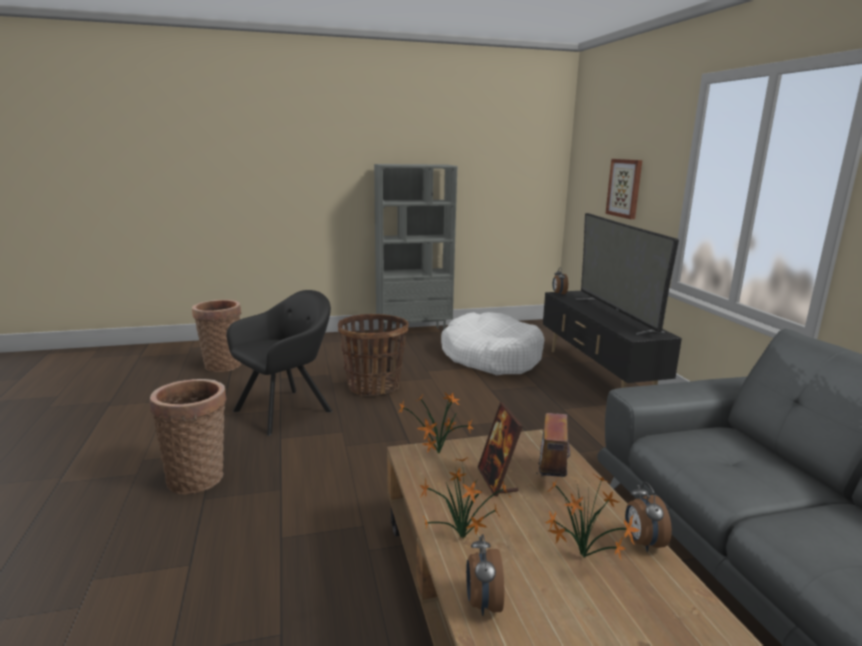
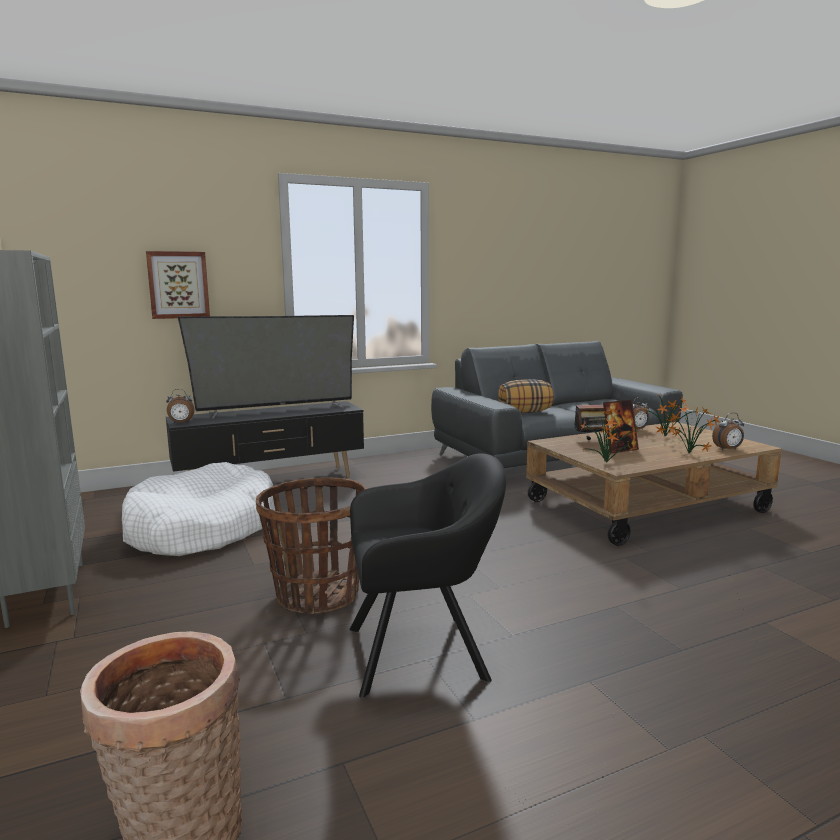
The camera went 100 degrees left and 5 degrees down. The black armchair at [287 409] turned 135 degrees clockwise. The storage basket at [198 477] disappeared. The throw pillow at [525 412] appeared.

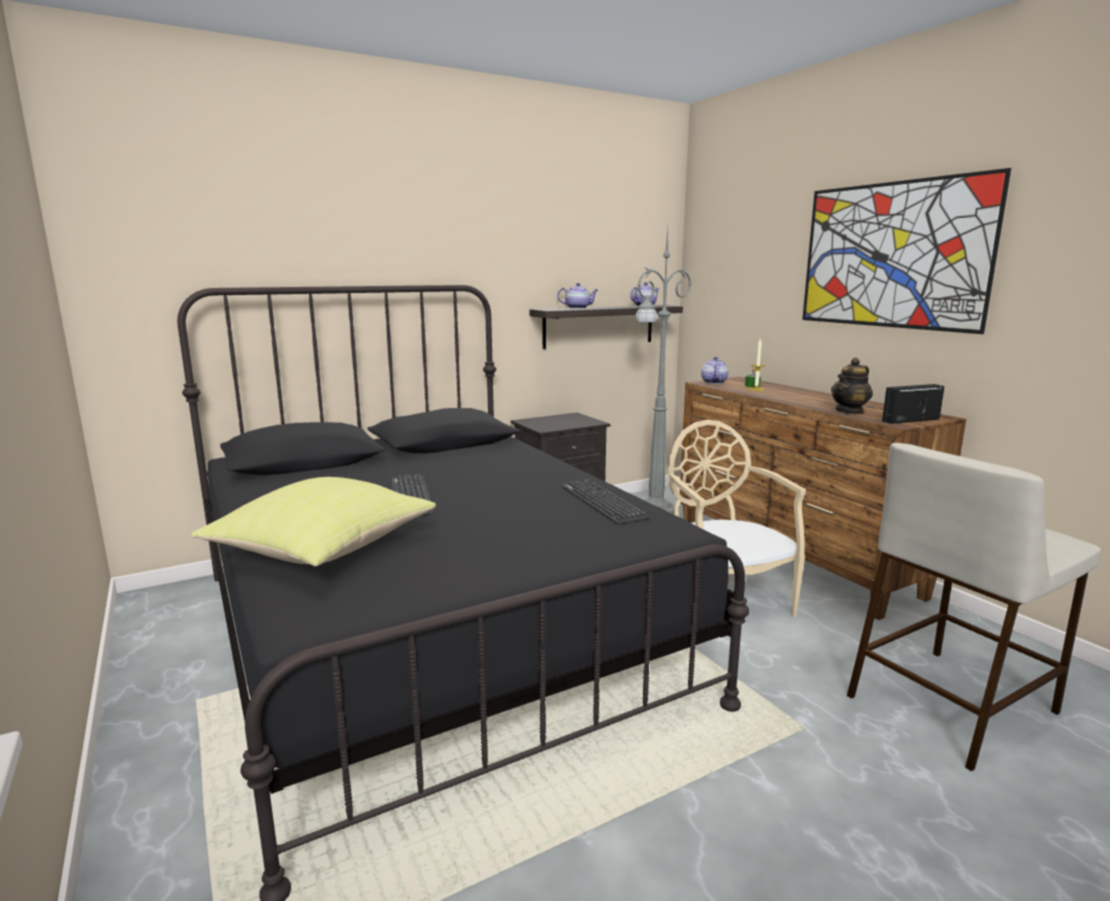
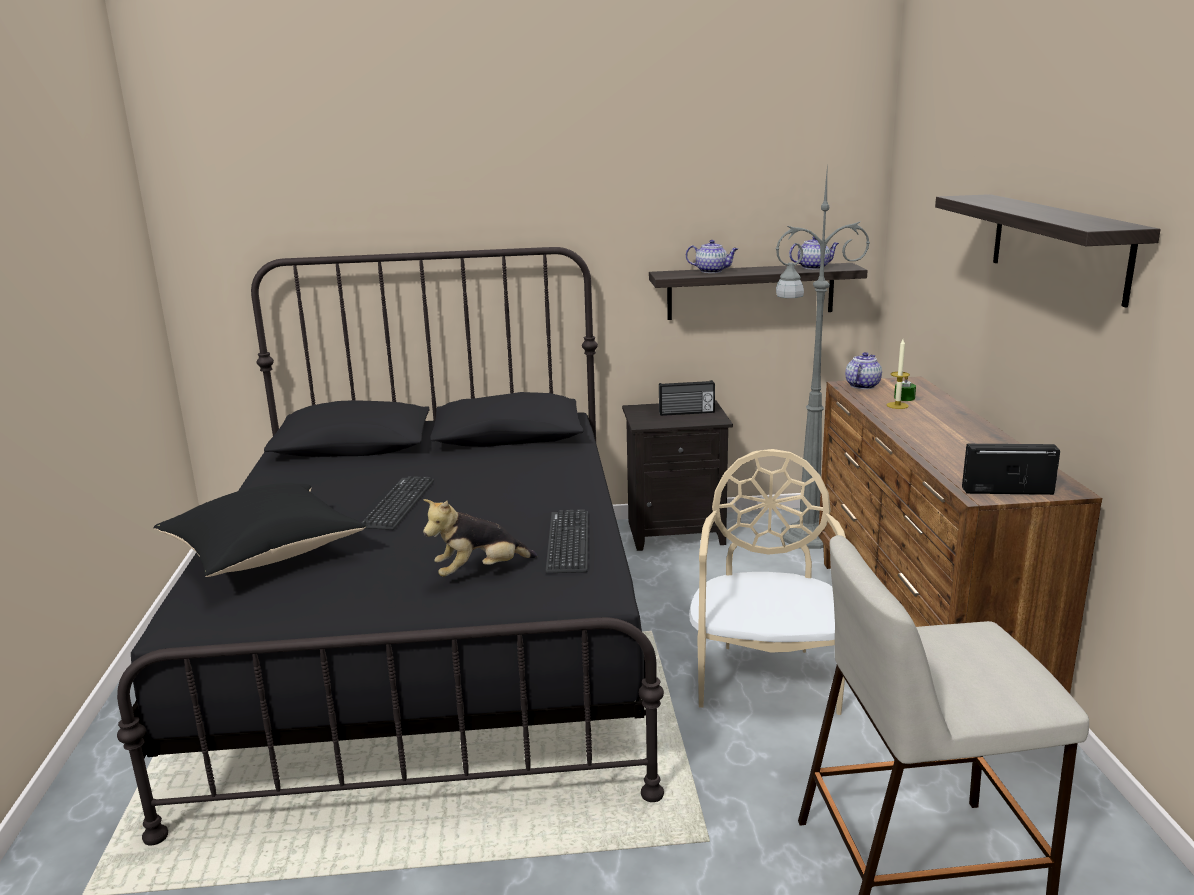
The camera went 25 degrees right and 5 degrees up. The wall picture at [891 255] was replaced by the shelf at [1058 245]. The tea pot at [850 411] disappeared. The yellowish throw pillow at [324 552] became the black throw pillow at [264 557]. The radio set at [686 412] appeared. The cuddly toy at [479 572] appeared.

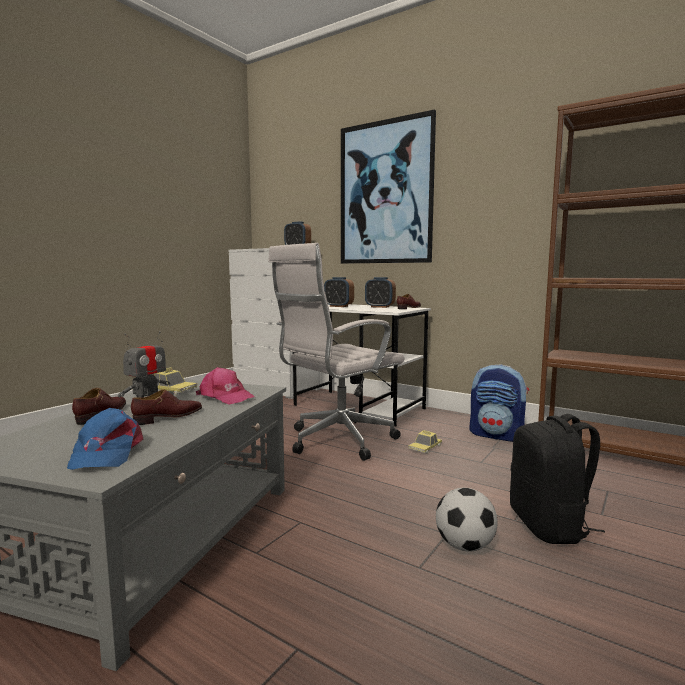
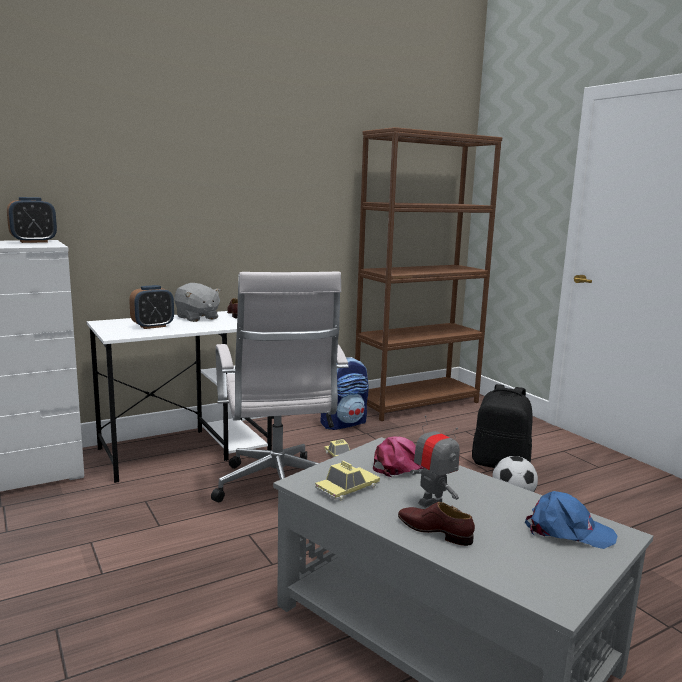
The camera went 65 degrees left and 5 degrees up. The wall picture at [385 193] disappeared. The alarm clock at [380 307] was replaced by the grey cuddly toy at [197 318]. The brown shoe at [169 417] disappeared.

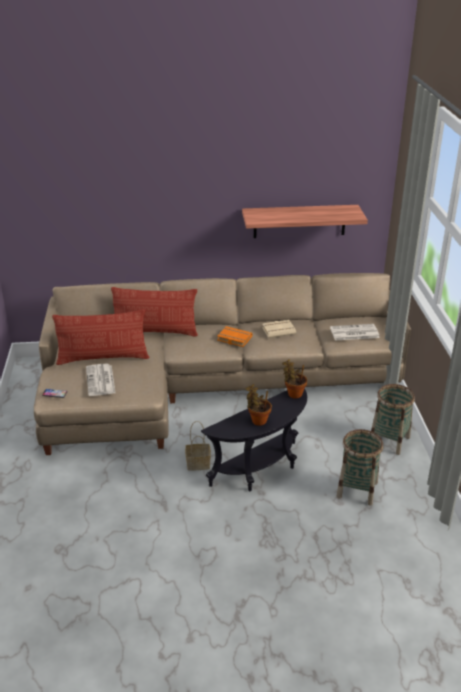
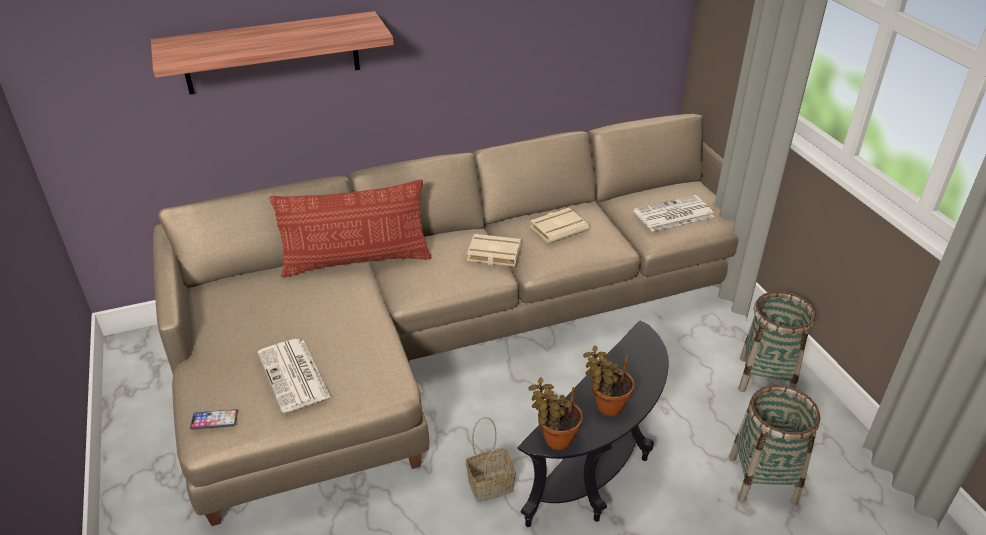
The camera went 15 degrees left and 5 degrees up. The shelf moved from [299 221] to [272 53]. The throw pillow at [103 358] disappeared. The orange-coloured bound book at [233 339] became the sand-coloured bound book at [492 254]. The plant in a pot moved from [293 394] to [554 439].

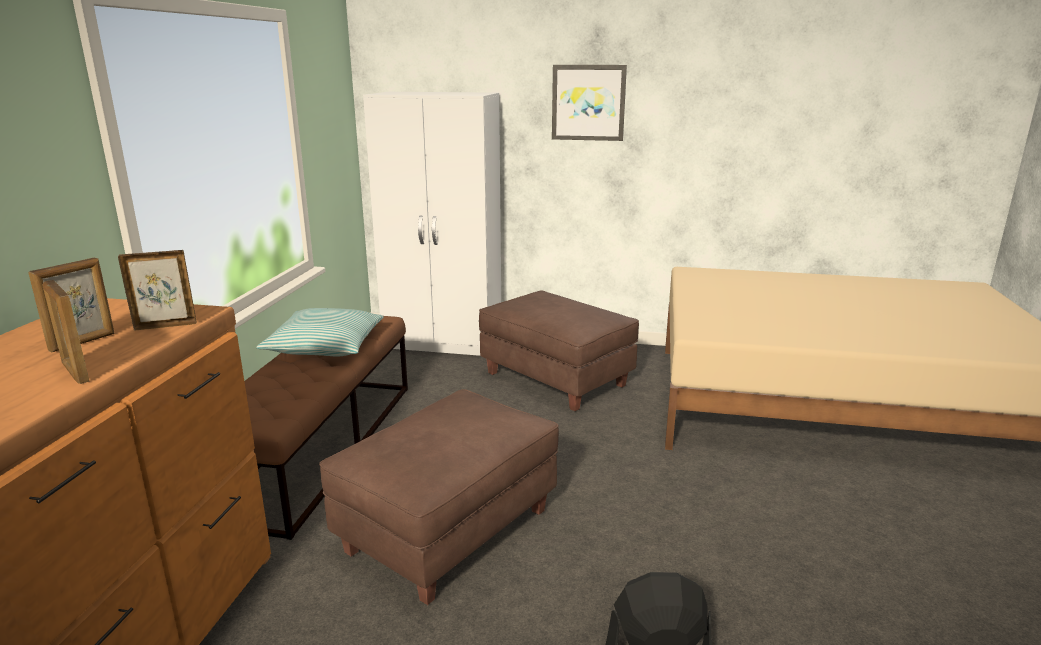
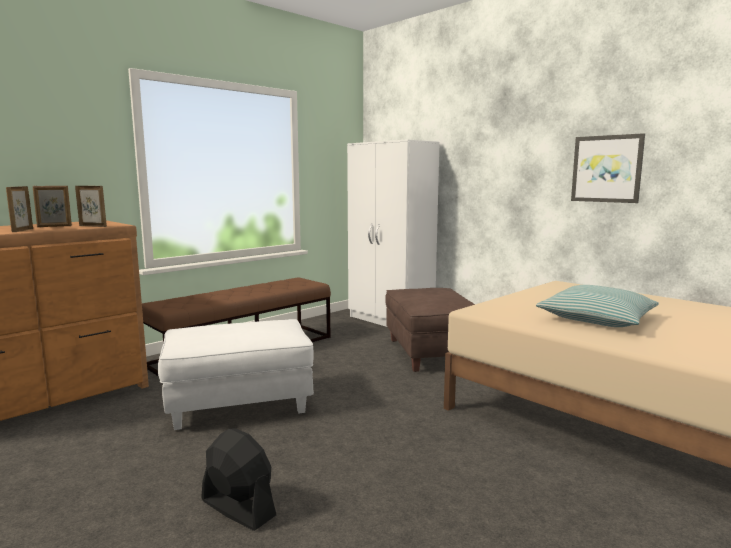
The camera went 35 degrees right and 10 degrees down. The wall picture moved from [588 102] to [607 169]. The throw pillow moved from [325 345] to [597 318]. The brown footrest at [448 531] became the white footrest at [239 404].

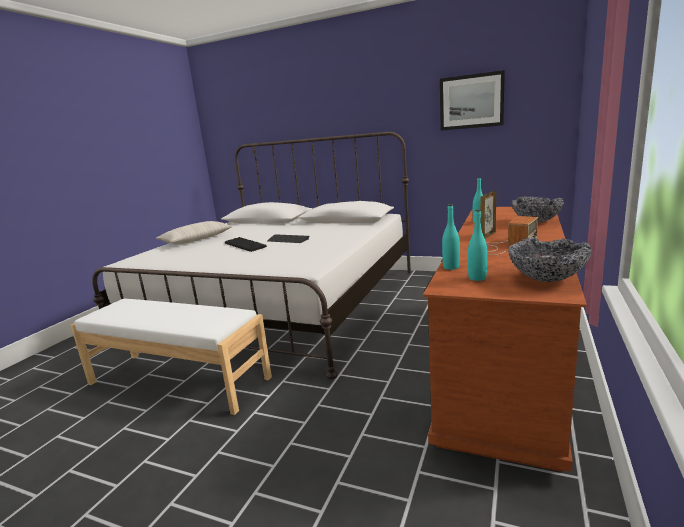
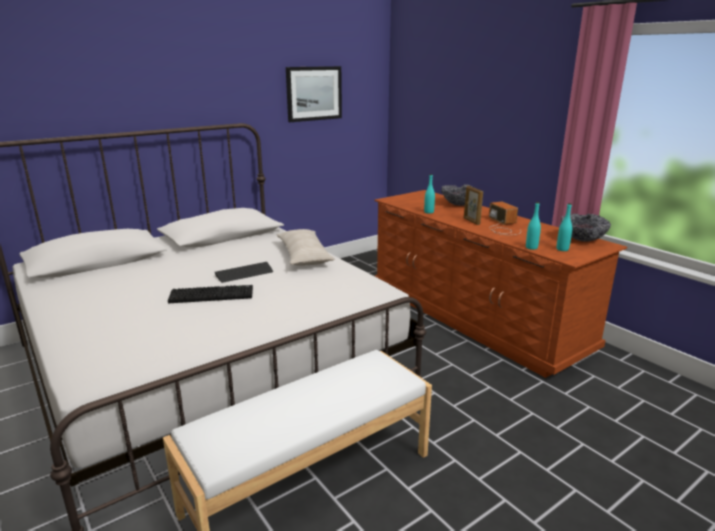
The camera went 60 degrees left and 5 degrees up. The sand-coloured throw pillow moved from [197 240] to [304 256].

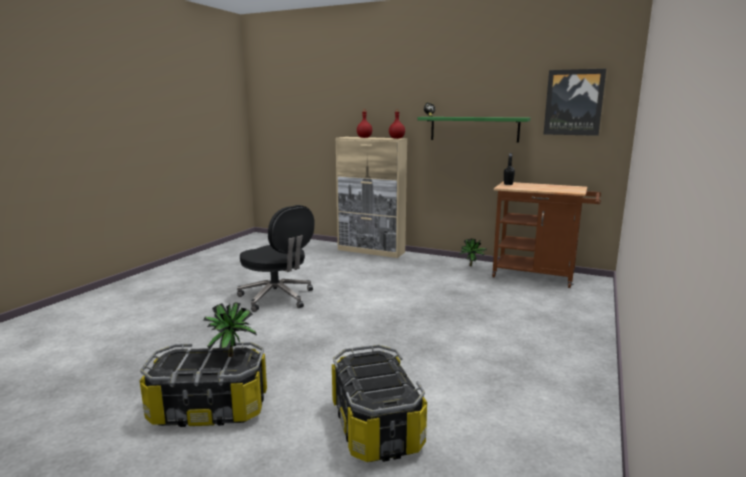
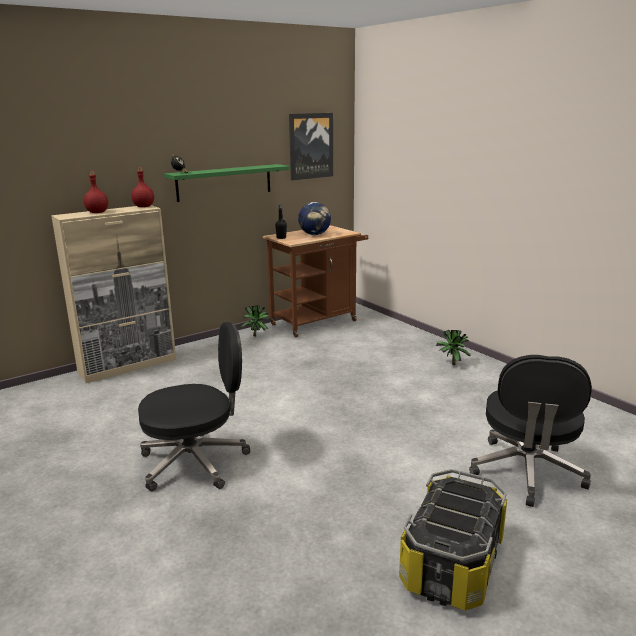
The camera went 60 degrees left and 5 degrees up. The plant in a pot moved from [232 354] to [451 364]. The storage box at [375 426] was replaced by the black office chair at [526 472]. The desk globe at [315 234] appeared.

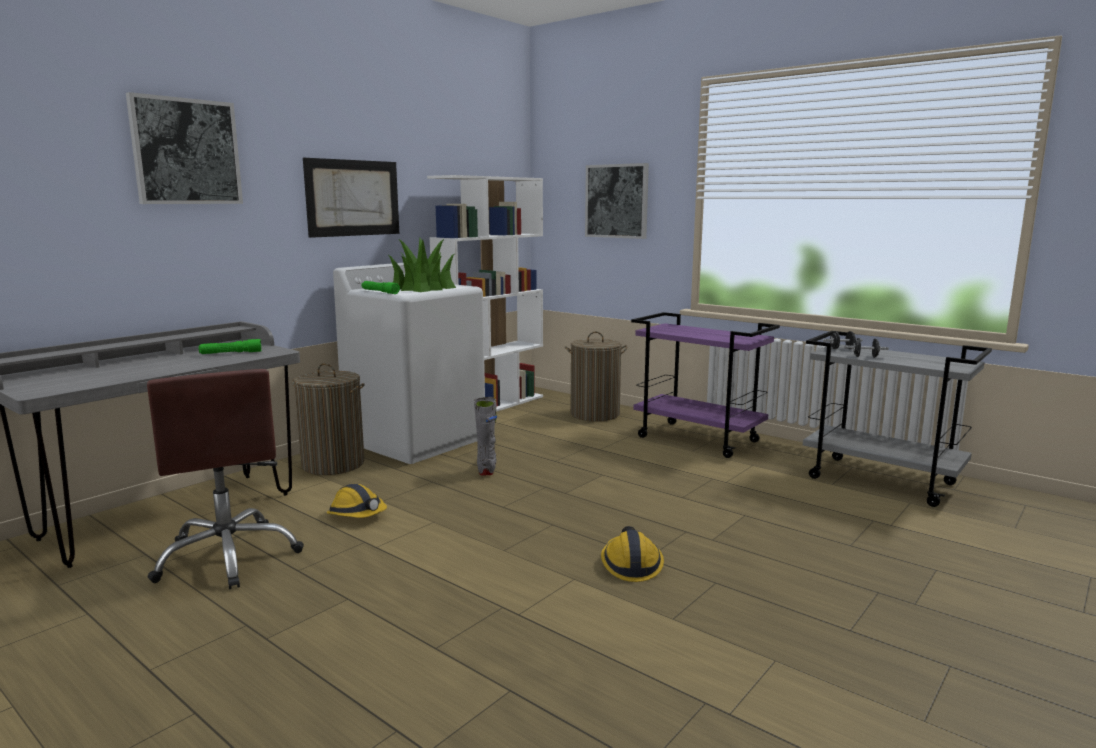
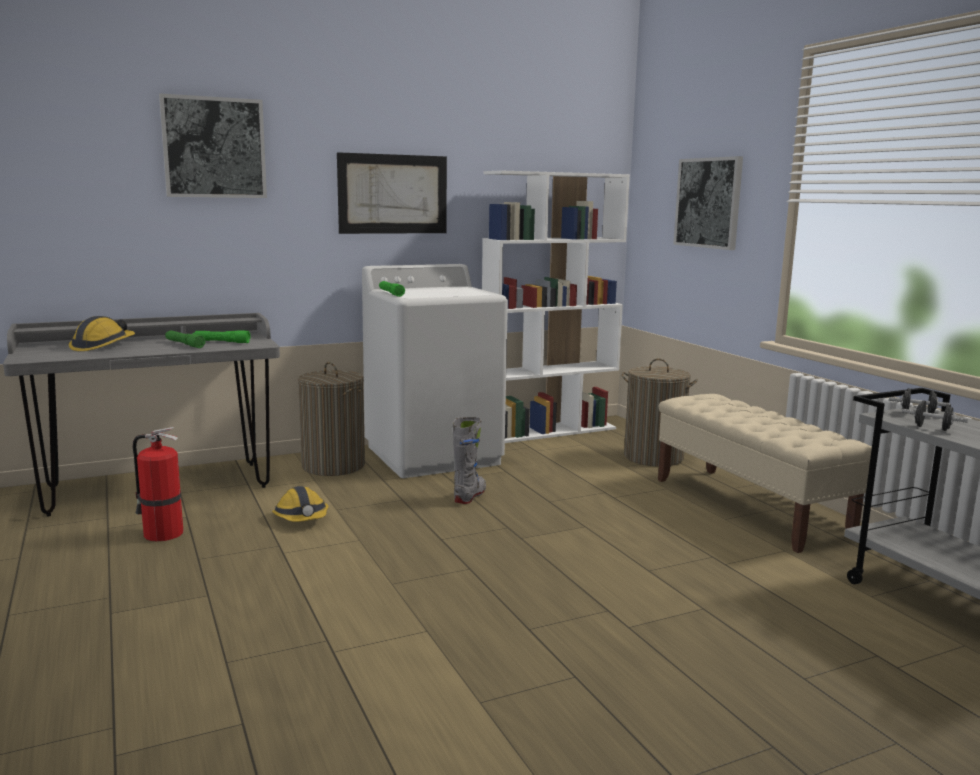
The camera went 25 degrees right and 0 degrees up. The plant in a pot at [423 288] disappeared. The purplish trolley at [699 439] was replaced by the sand-coloured indoor bench at [749 507]. The brown office chair at [228 556] was replaced by the fire extinguisher at [161 533]. The safety helmet moved from [631 564] to [102 346]. The green hand torch at [184 344] appeared.

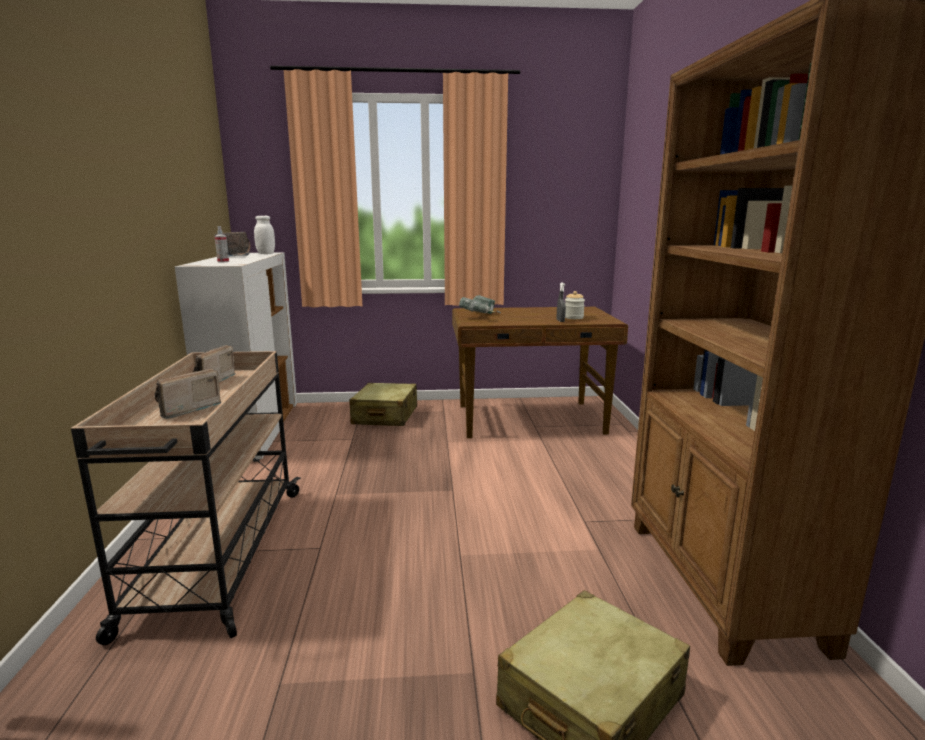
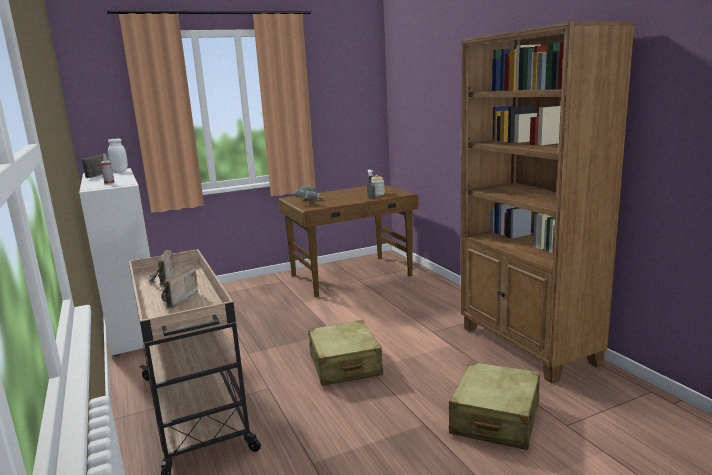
The camera went 20 degrees left and 0 degrees up. The sand-coloured travel case moved from [385 416] to [344 365].

